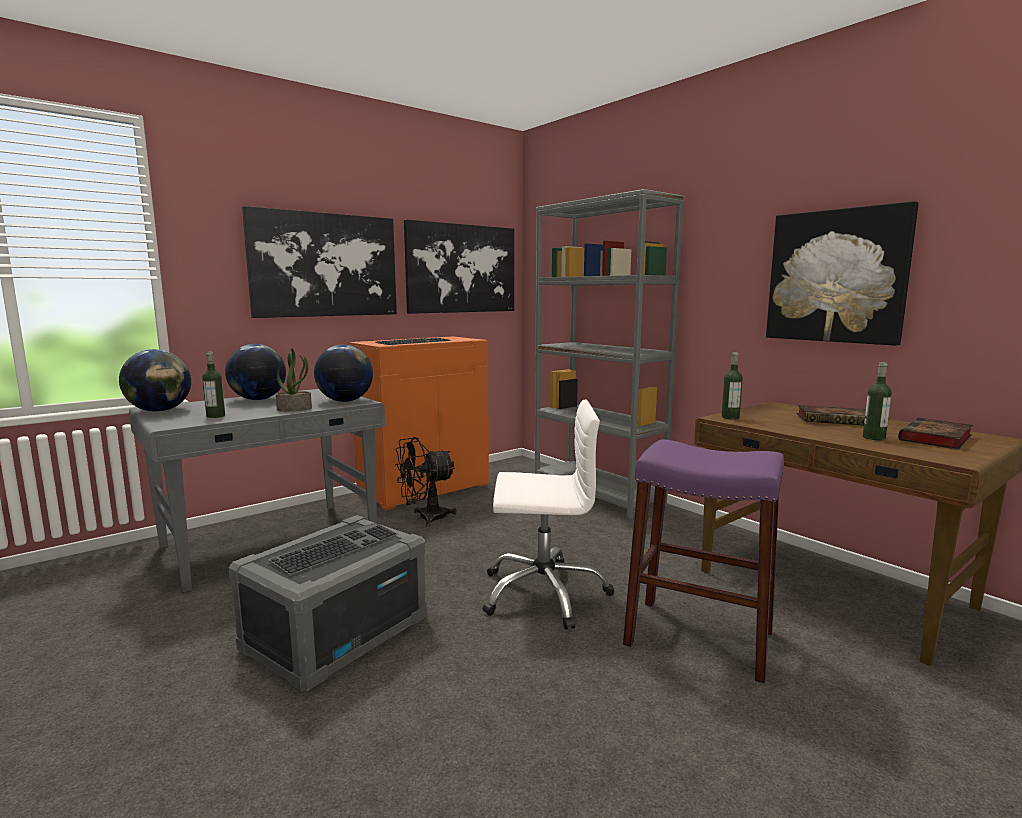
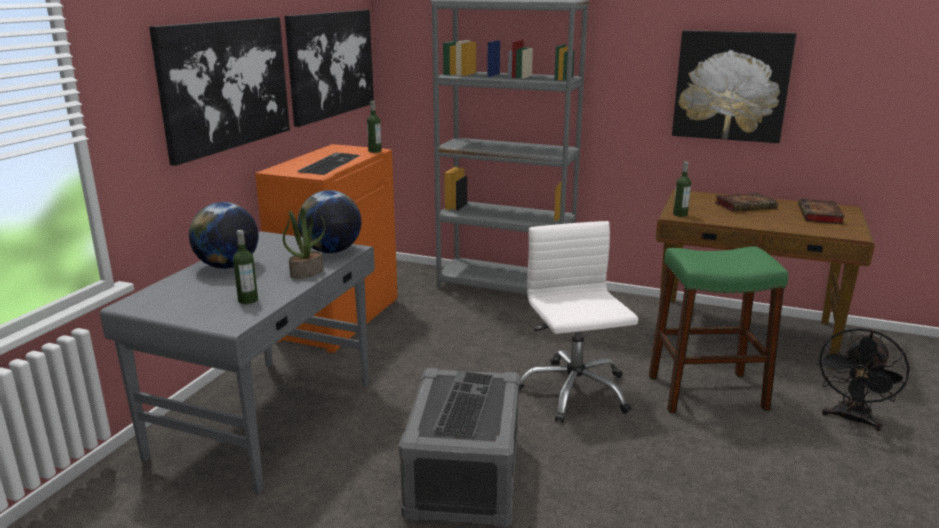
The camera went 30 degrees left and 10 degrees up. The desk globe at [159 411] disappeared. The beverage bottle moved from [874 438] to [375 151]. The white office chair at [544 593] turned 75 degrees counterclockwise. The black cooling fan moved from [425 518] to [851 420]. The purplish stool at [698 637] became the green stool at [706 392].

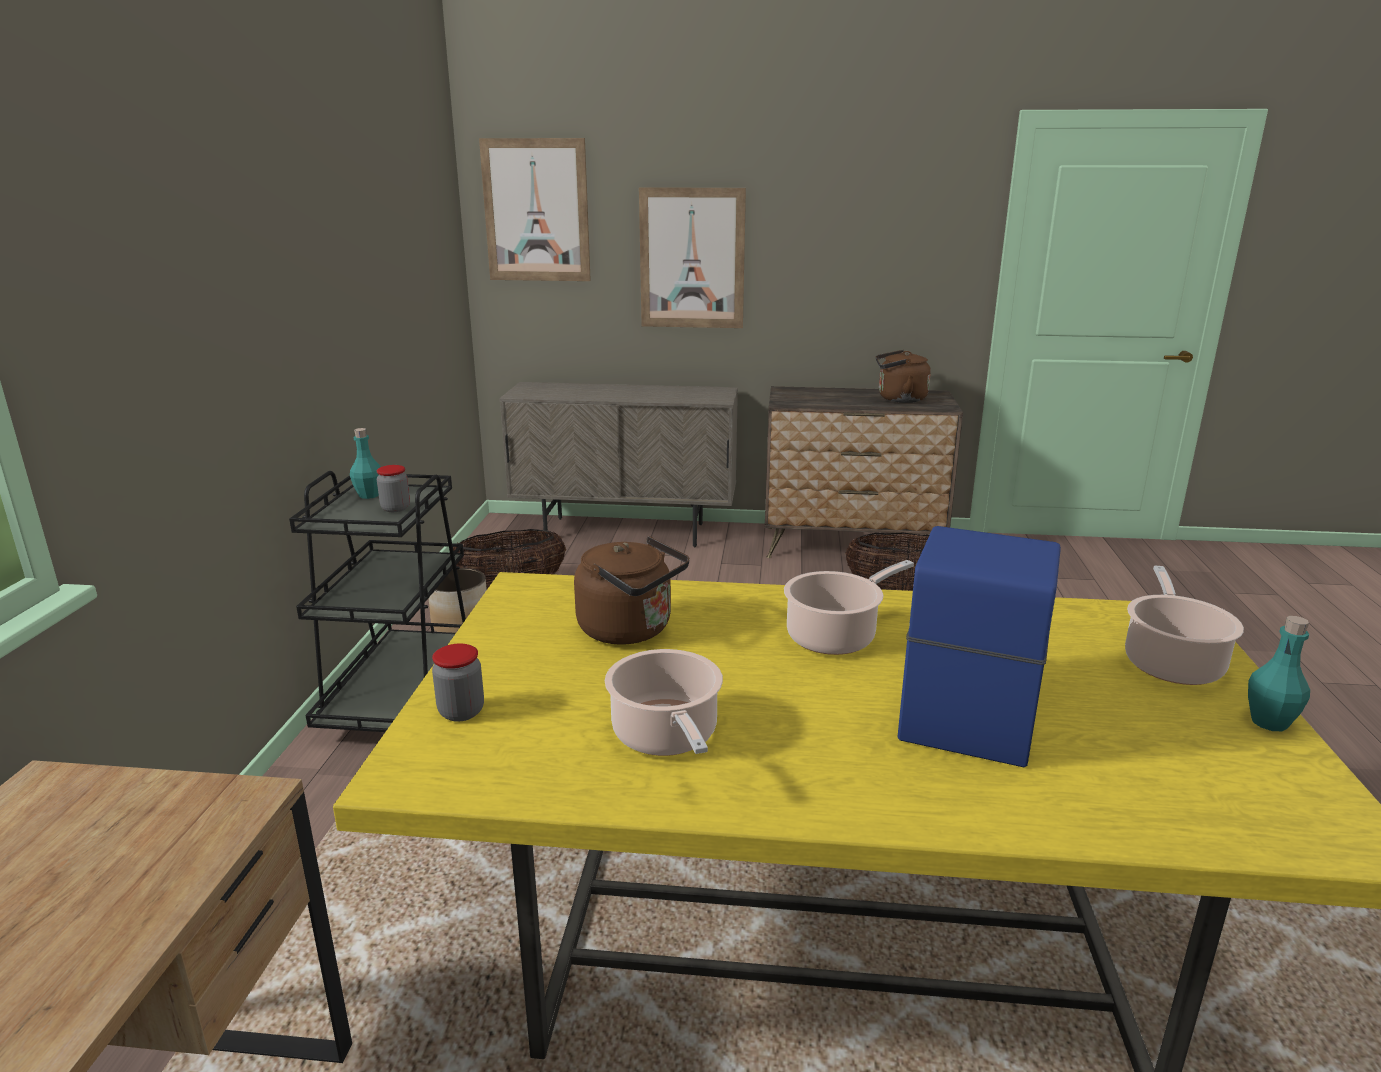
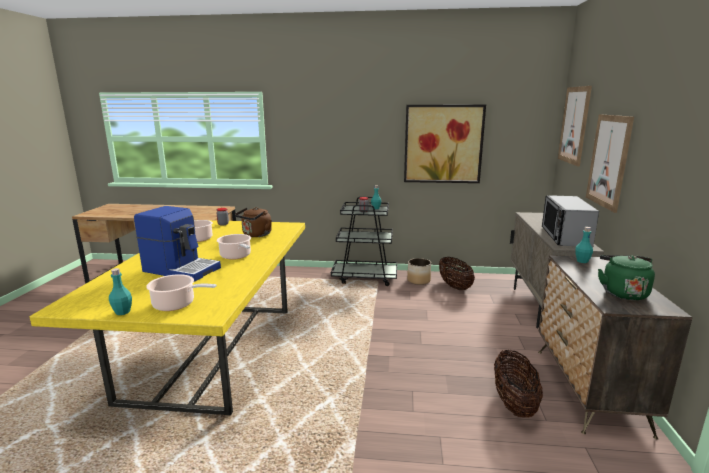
The camera went 90 degrees right and 5 degrees down. The brown tea kettle at [898 399] became the green tea kettle at [622 292]. The wall picture at [443 144] appeared. The kitchen microwave at [565 237] appeared. The turquoise-coloured beverage bottle at [582 261] appeared.

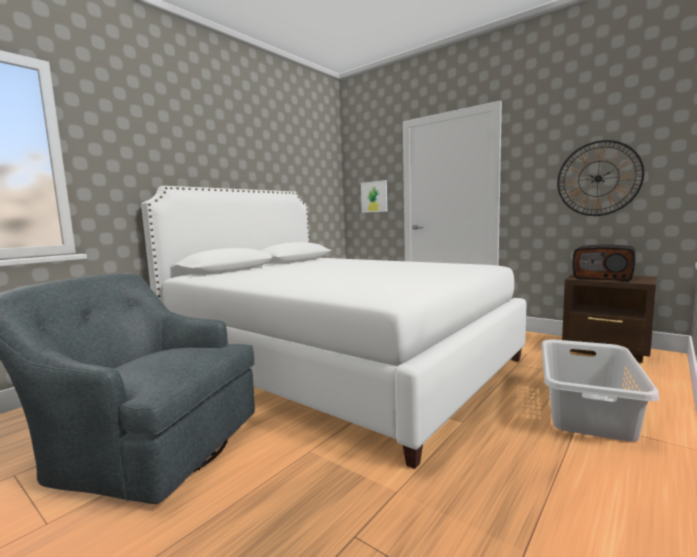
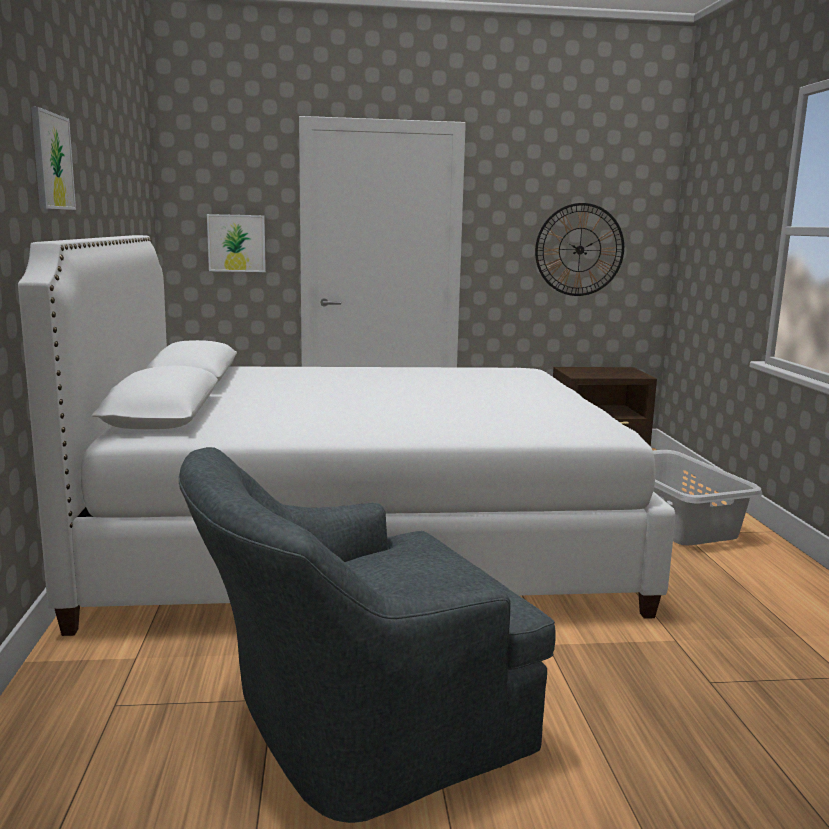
The camera went 45 degrees left and 5 degrees up. The radio set at [603 277] disappeared. The wall picture at [52 161] appeared.

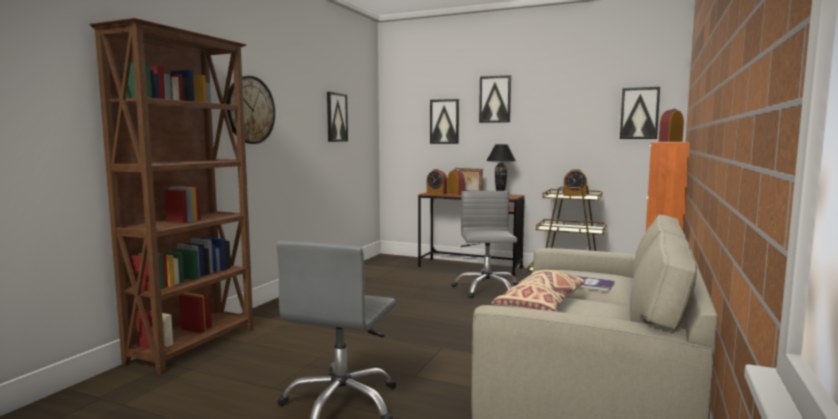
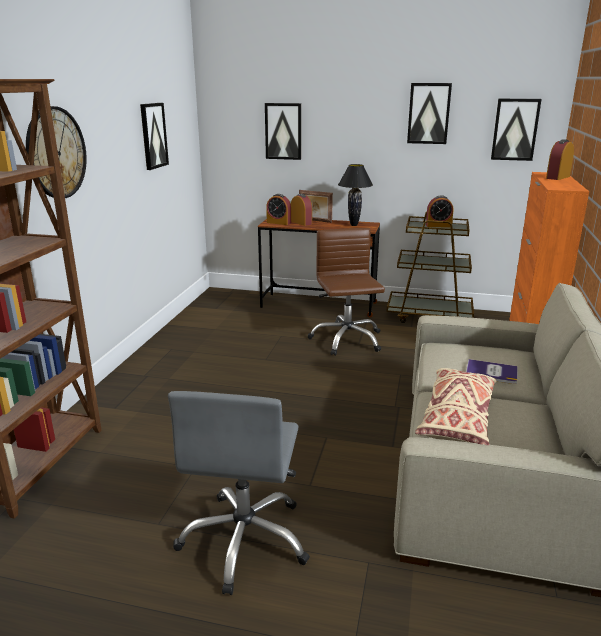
The camera went 10 degrees left and 15 degrees up. The wall picture moved from [495 99] to [429 113]. The grey office chair at [486 289] became the brown office chair at [346 340].

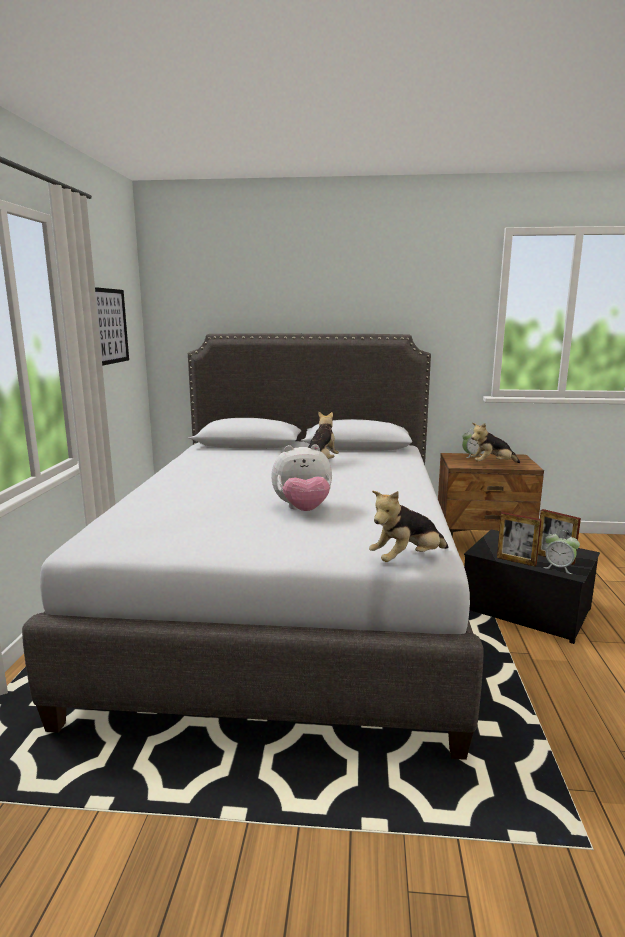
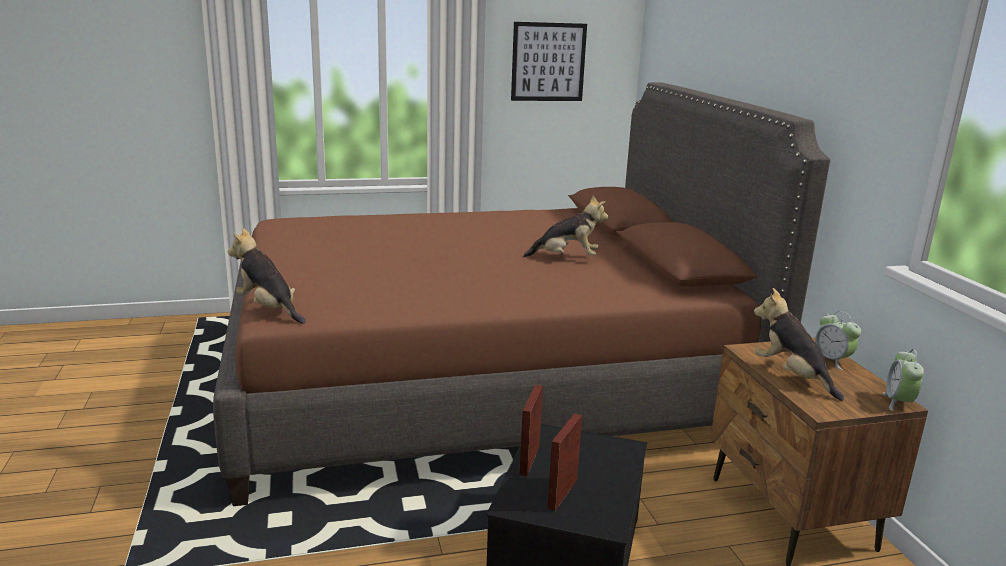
The camera went 70 degrees right and 5 degrees up. The grey bedroom bed at [287 600] became the brown bedroom bed at [482 384]. The cuddly toy at [303 510] disappeared. The alarm clock moved from [558 568] to [898 403].

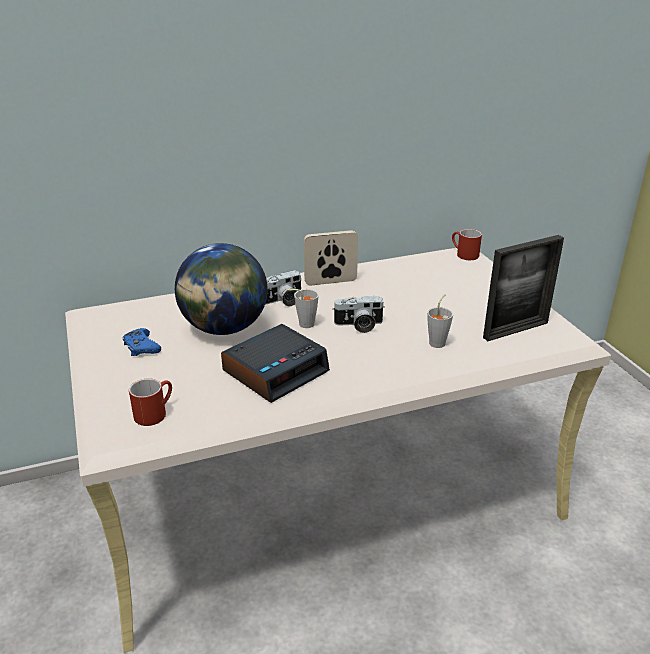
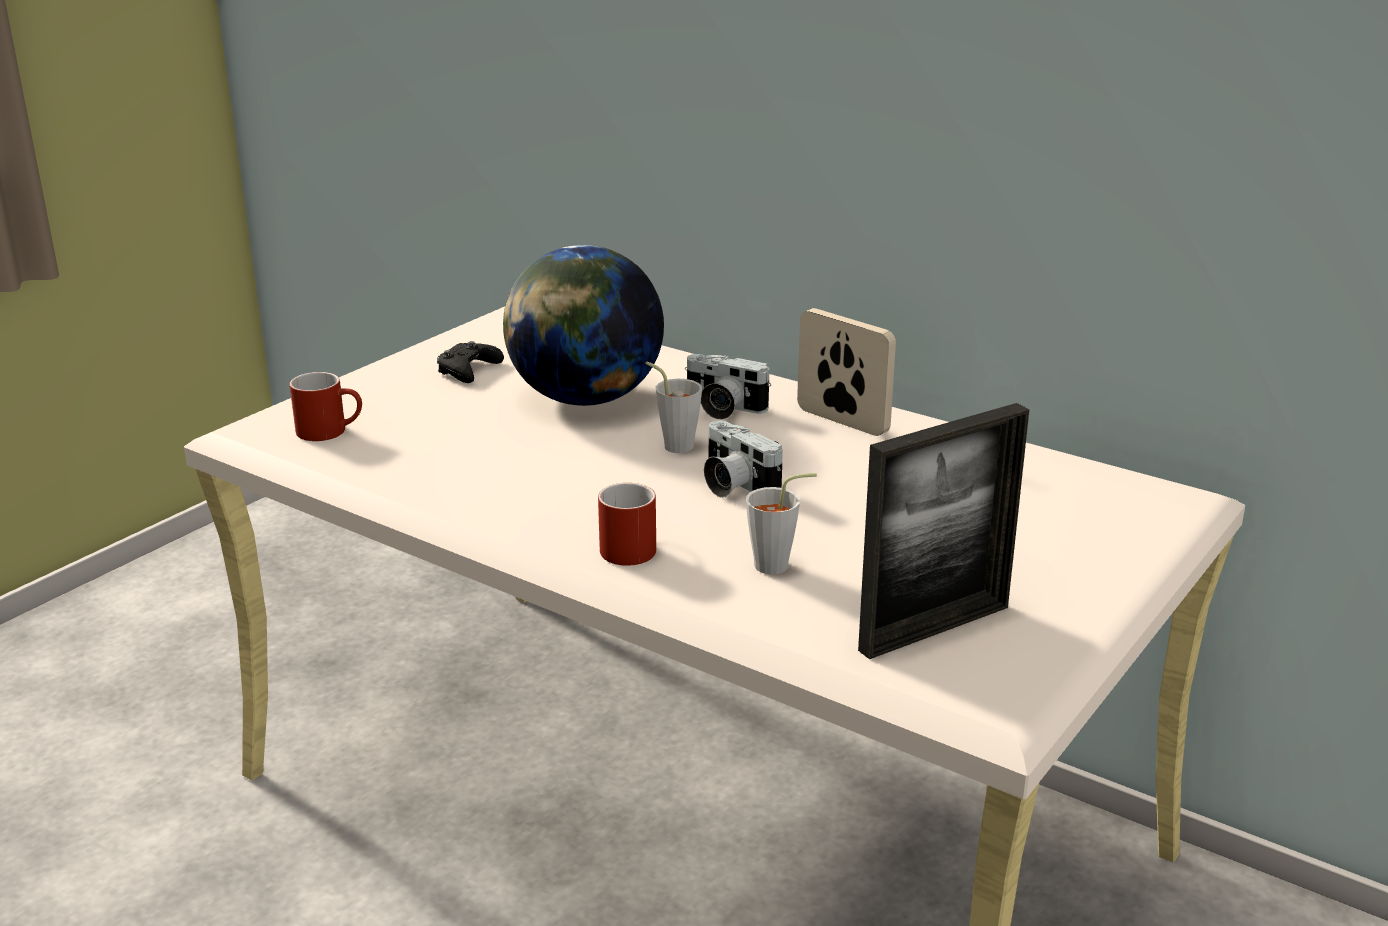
The camera went 55 degrees right and 5 degrees down. The red mug moved from [463 254] to [628 545]. The photo frame at [515 330] turned 60 degrees counterclockwise. The alarm clock at [276 371] disappeared. The blue gamepad at [141 347] became the black gamepad at [468 370].

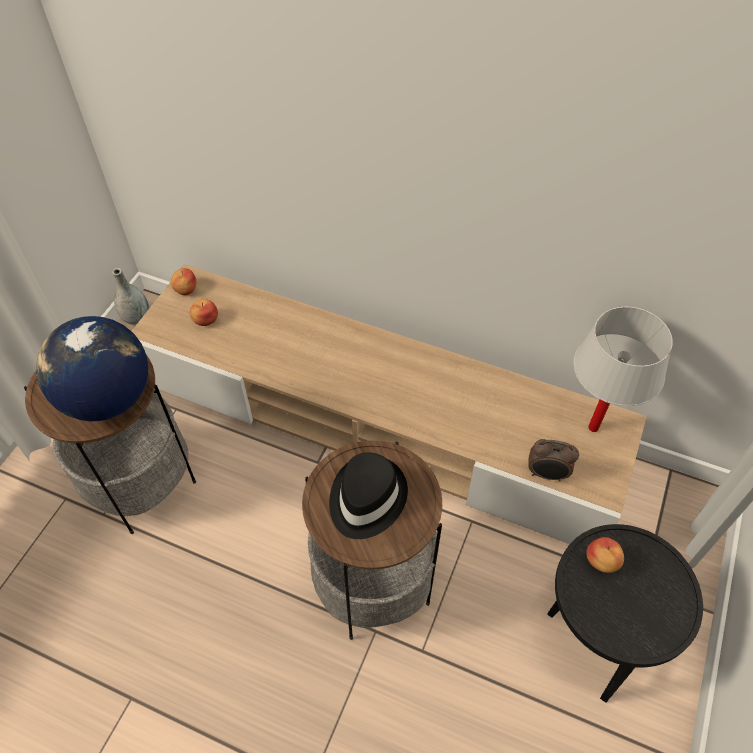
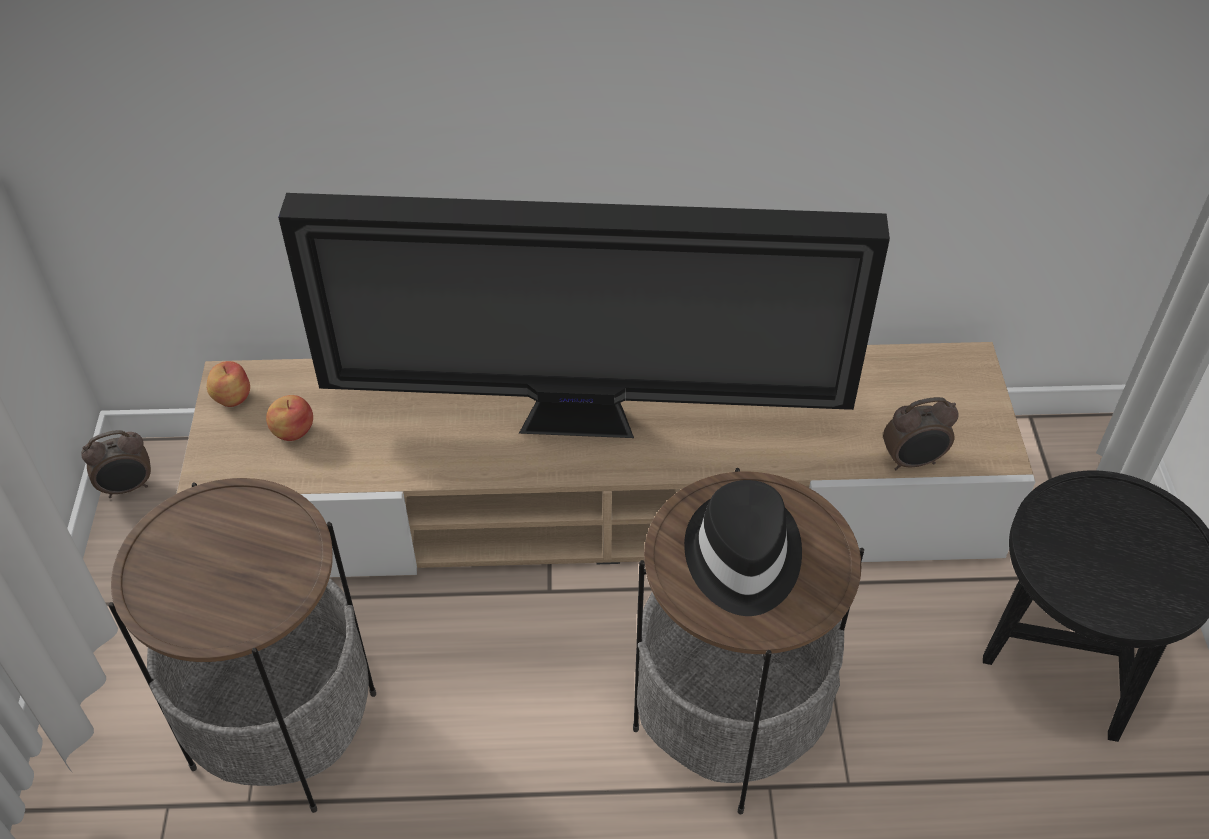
The camera went 25 degrees left and 5 degrees down. The grey decorative vase at [136 318] was replaced by the alarm clock at [128 487]. The white tabletop lamp at [593 427] disappeared. The desk globe at [107 398] disappeared. The apple fruit at [601 562] disappeared. The TV set at [585 424] appeared.

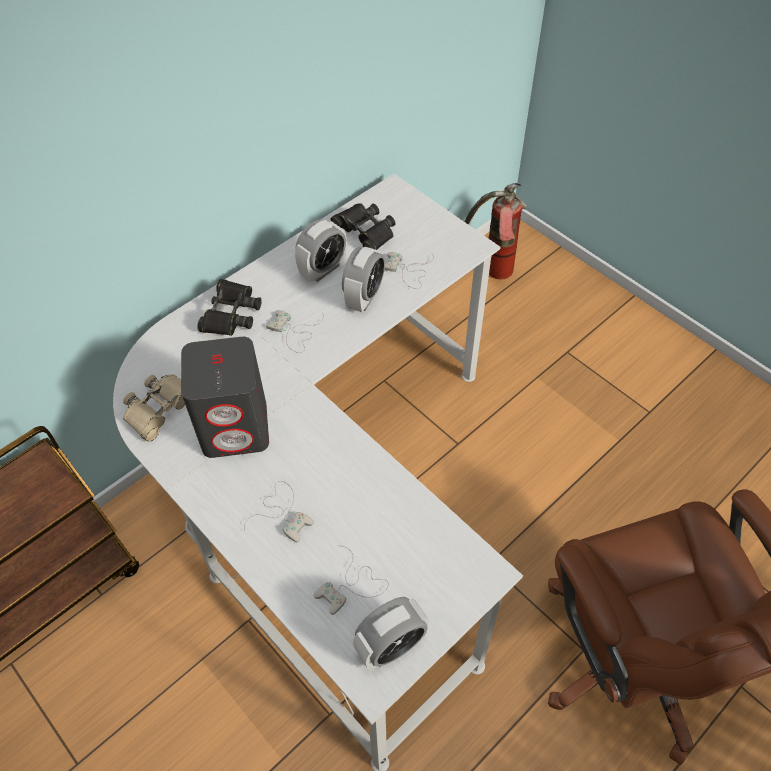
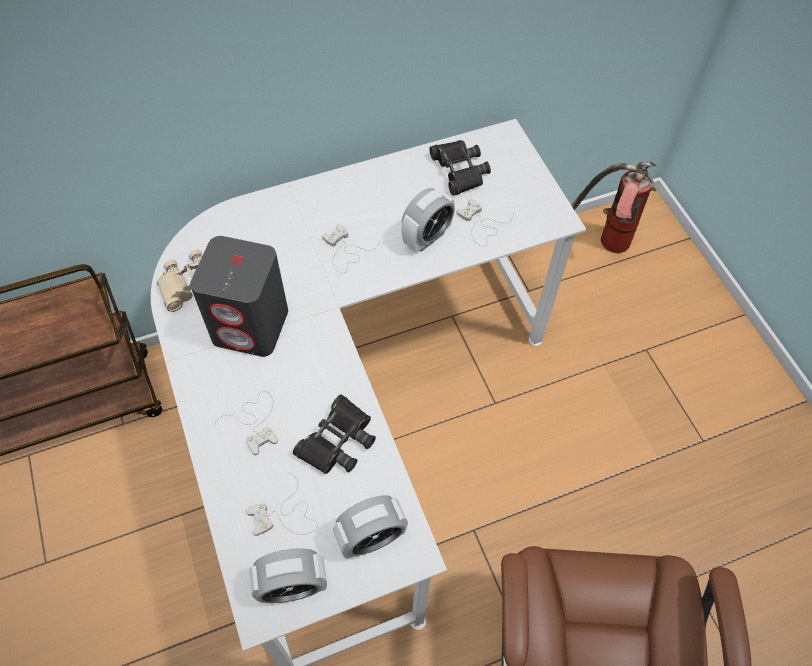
The camera went 20 degrees right and 5 degrees up. The alarm clock moved from [323 270] to [371 538]. The black field glasses moved from [230 313] to [337 440].

